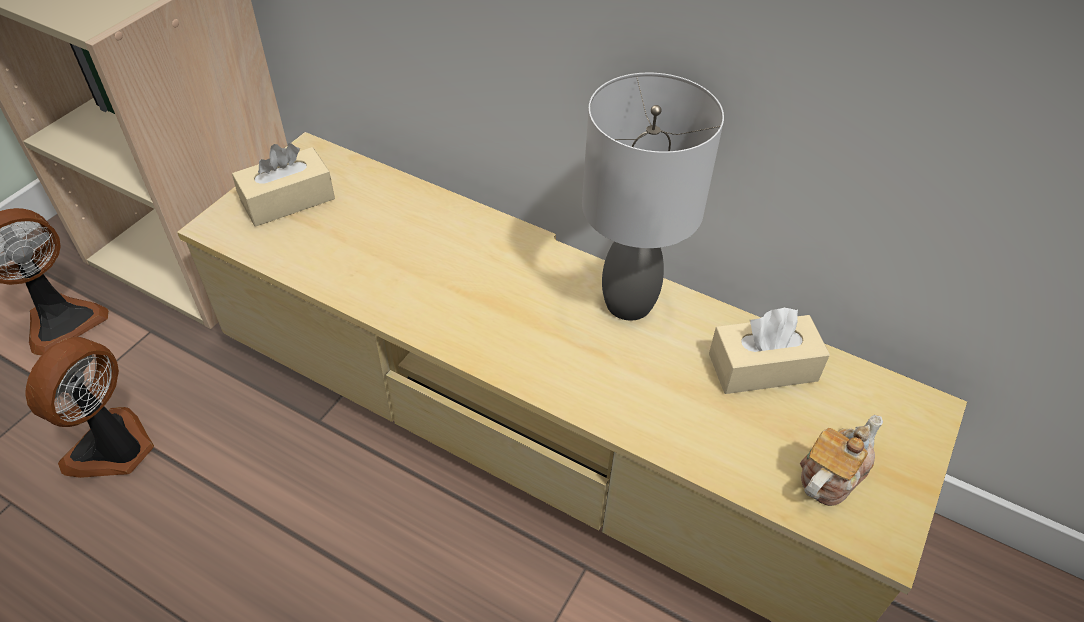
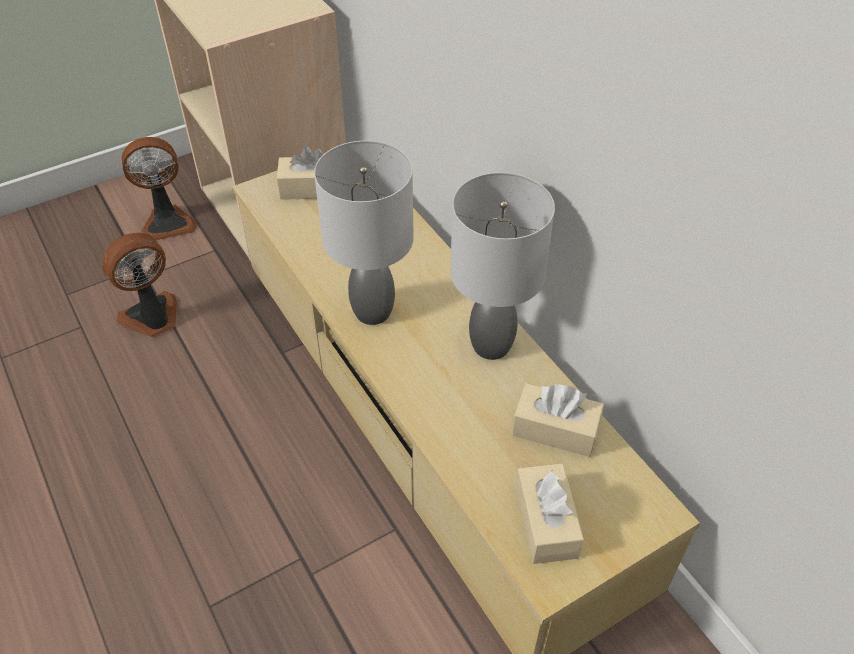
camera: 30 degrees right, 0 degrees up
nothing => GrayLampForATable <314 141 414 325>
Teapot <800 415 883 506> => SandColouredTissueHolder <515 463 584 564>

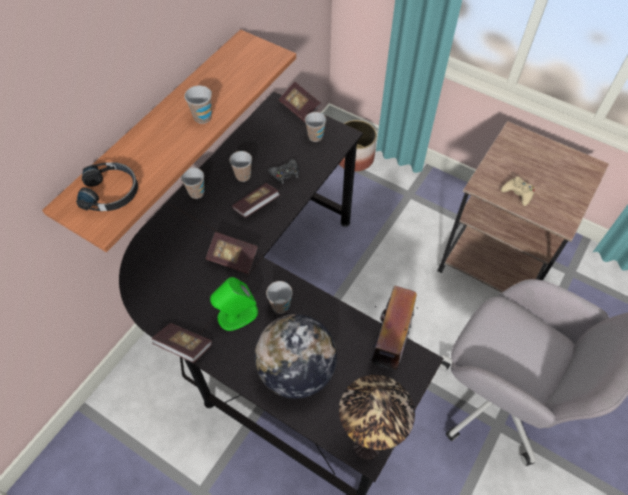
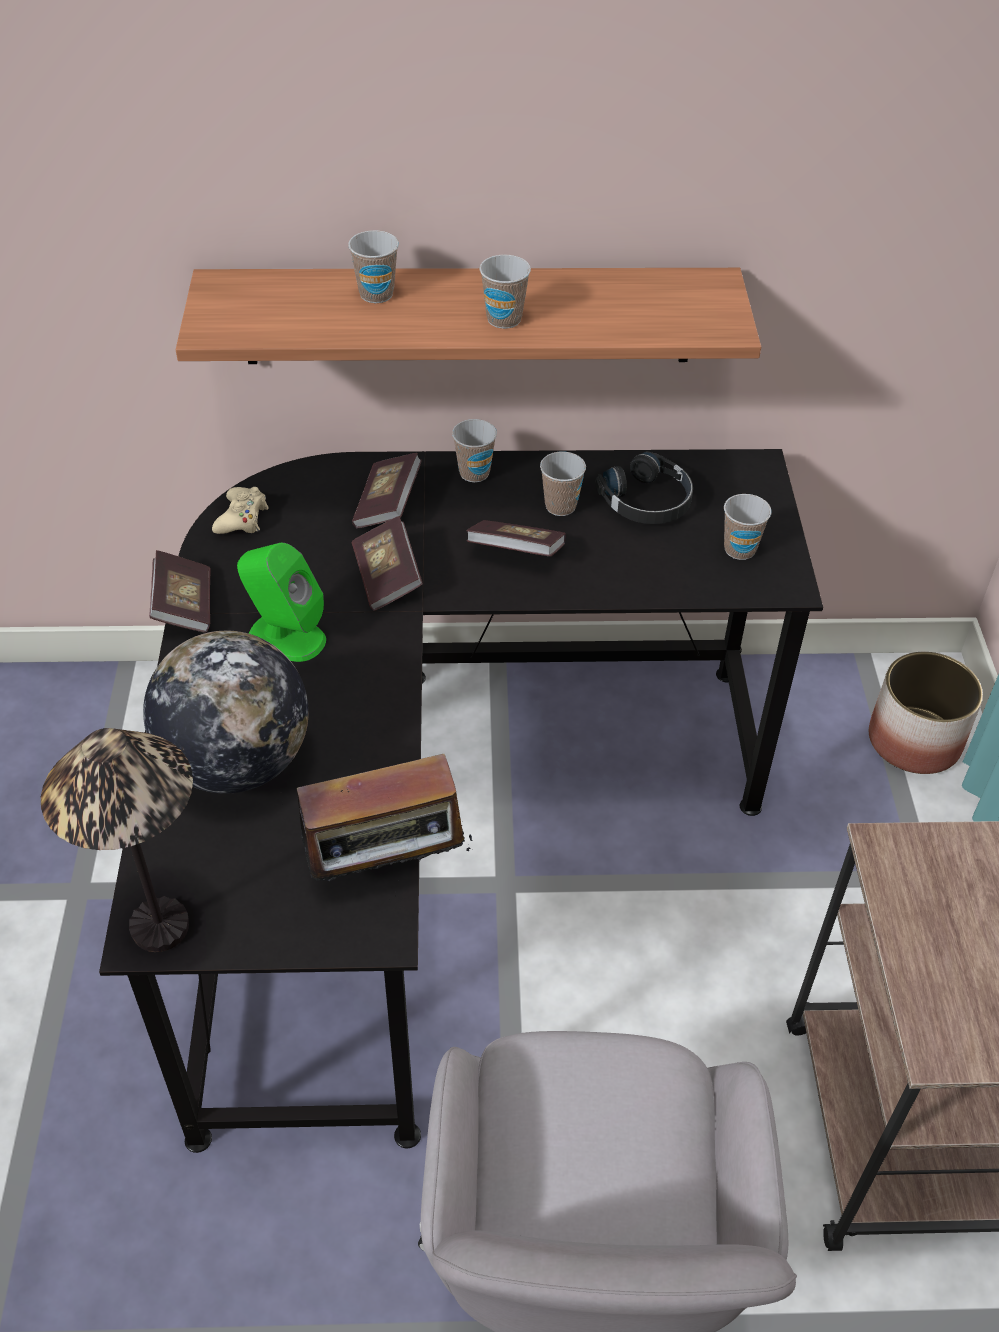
camera: 55 degrees right, 10 degrees down
BlackColouredGamepad <268 159 299 184> => nothing
BlackColouredHeadphones <76 162 138 211> => BlackColouredHeadphones <595 451 693 524>, relocated
Cup <266 281 292 314> => Cup <348 230 399 303>, relocated
BoundBook <279 82 322 122> => BoundBook <352 453 422 528>, relocated
SandColouredGamepad <501 176 535 206> => SandColouredGamepad <212 487 269 534>, relocated

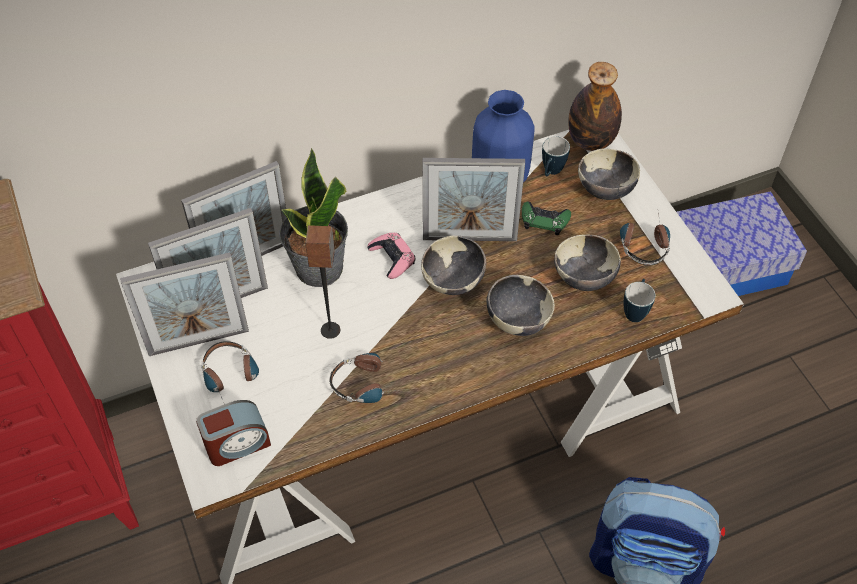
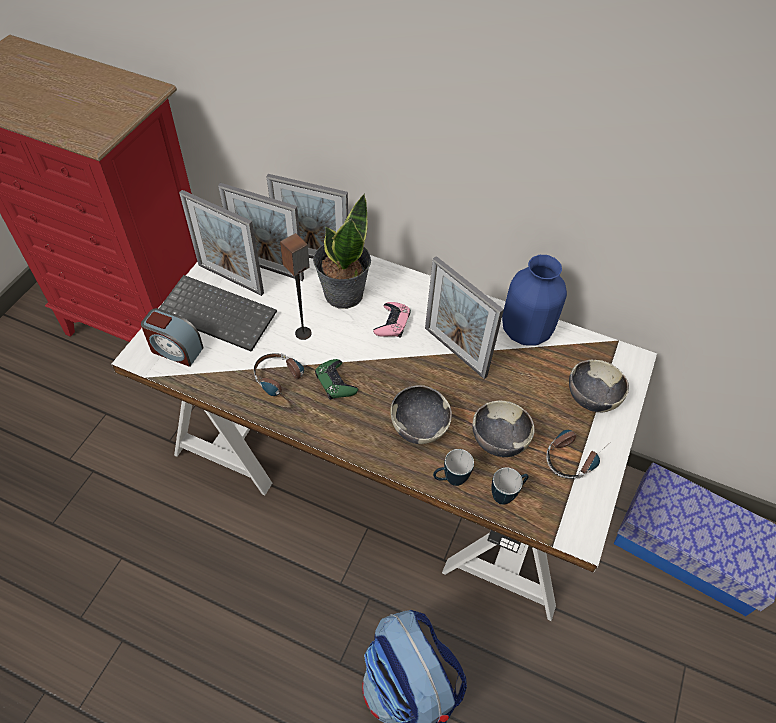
camera: 45 degrees right, 0 degrees up
ServingBowl <421 236 486 295> => nothing
Bottle <568 62 622 151> => nothing
GreenColouredGamepad <522 201 571 235> => GreenColouredGamepad <315 359 358 400>, relocated
Mug <542 136 570 176> => Mug <433 449 474 486>, relocated
Headphones <201 341 259 400> => ComputerKeyboard <159 275 277 352>

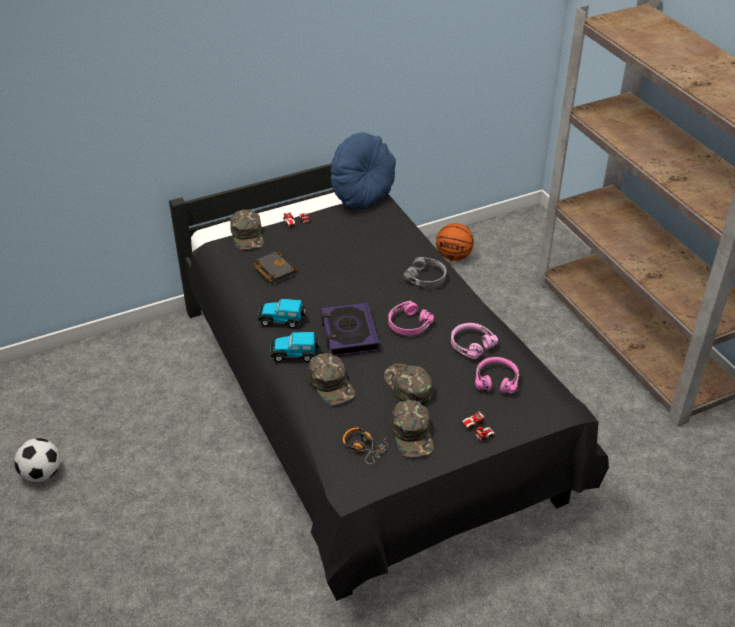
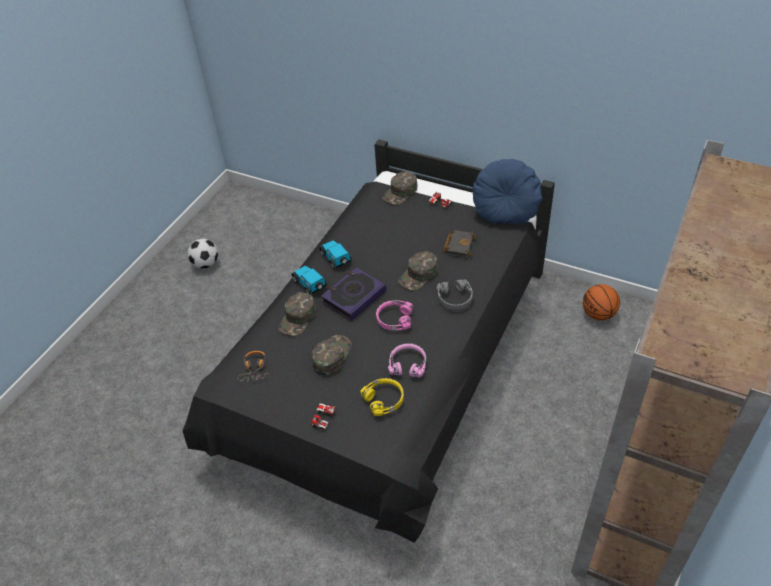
camera: 55 degrees right, 5 degrees up
BlackColouredBoundBook <253 252 298 283> => BlackColouredBoundBook <443 230 477 258>, relocated
GreenColouredPeakedCap <391 400 434 457> => GreenColouredPeakedCap <398 251 438 290>, relocated
PinkHeadphones <475 357 519 394> => YellowColouredHeadphones <360 378 404 416>

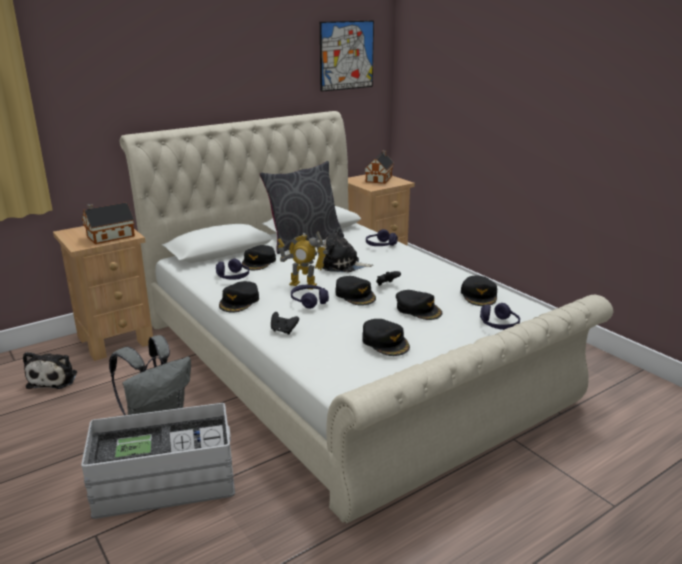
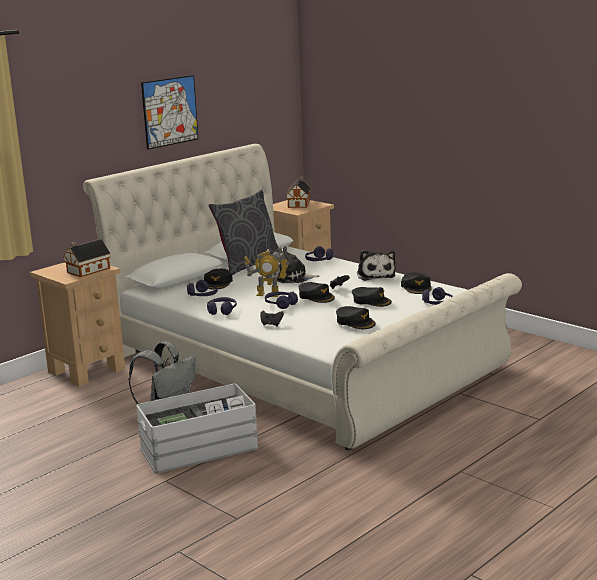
camera: 10 degrees left, 5 degrees down
CuddlyToy <23 352 77 389> => CuddlyToy <357 250 396 281>, relocated
WallArt <320 20 374 92> => WallArt <141 75 198 149>, relocated
BlackColouredPeakedCap <219 281 259 312> => PurpleColouredHeadphones <207 297 237 315>

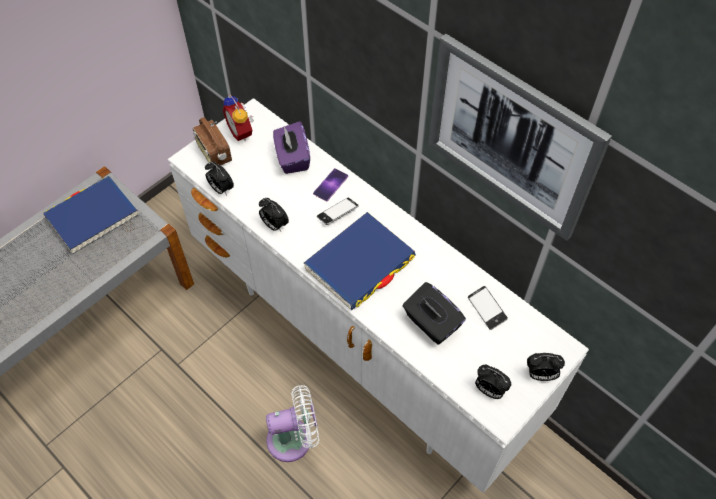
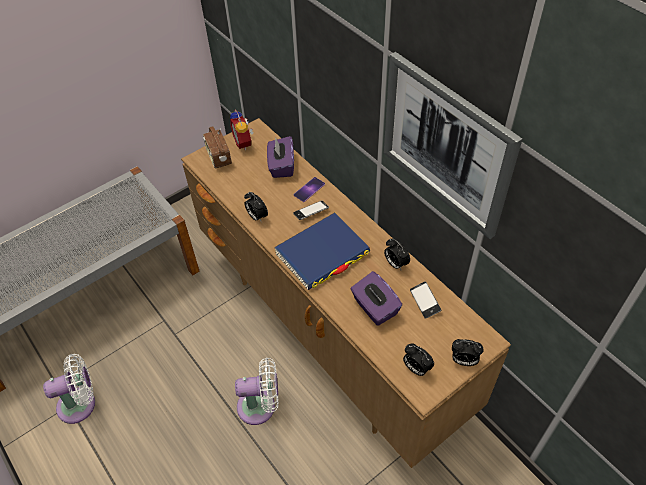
camera: 10 degrees right, 5 degrees down
BlueColouredBoundBook <43 176 139 254> => nothing
nothing => WhitishCoolingFan <43 354 95 424>
BedsideClock <205 161 234 195> => BedsideClock <384 238 410 270>, relocated
WhitishChestOfDrawers <168 98 589 493> => BrownishChestOfDrawers <181 118 511 468>
BlackColouredTissueHolder <403 282 466 345> => PurpleColouredTissueHolder <351 271 402 326>

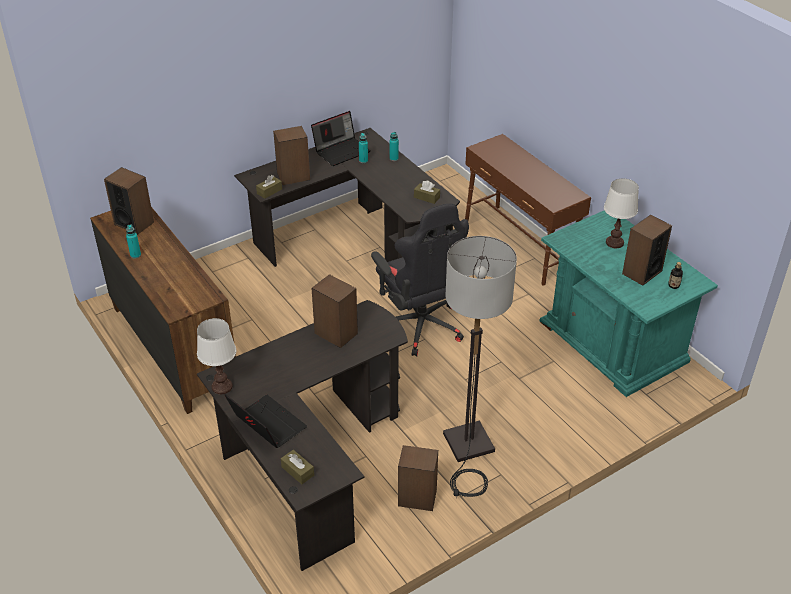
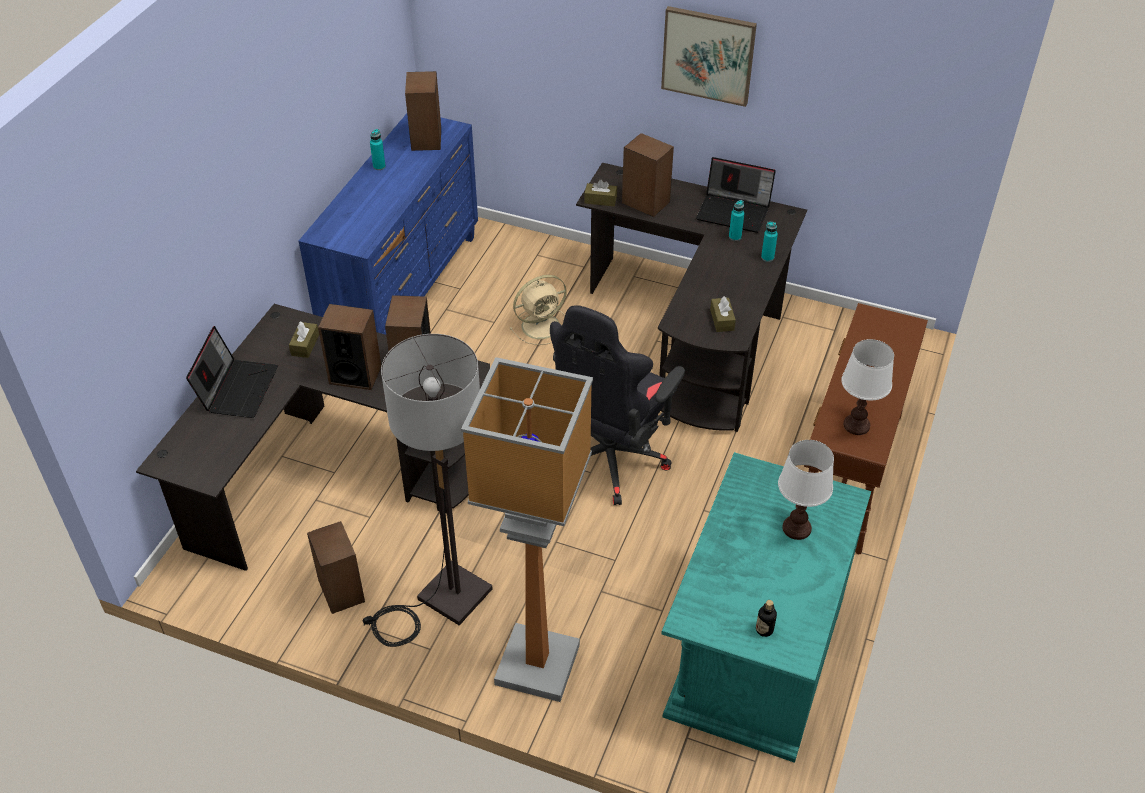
camera: 55 degrees right, 5 degrees up
nothing => StandardLamp <461 357 593 702>
nothing => SandColouredCoolingFan <509 275 567 345>
nothing => WallArt <661 6 757 107>
WhitishLampForATable <197 318 236 394> => WhitishLampForATable <841 339 894 435>, relocated
BrownishTissueHolder <281 450 314 484> => BrownishTissueHolder <289 321 319 358>, relocated
Loudspeaker <622 215 672 286> => Loudspeaker <318 304 381 390>, relocated
BrownishChestOfDrawers <90 207 236 414> => BlueColouredChestOfDrawers <298 113 478 335>

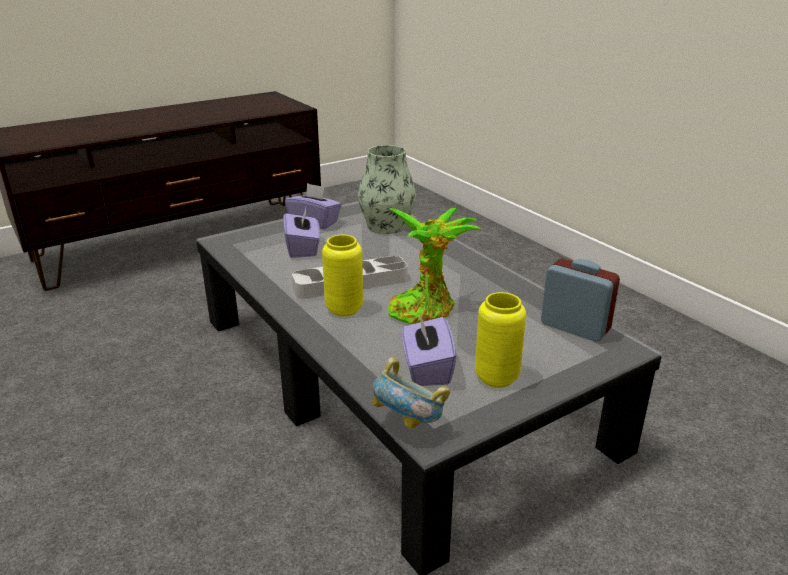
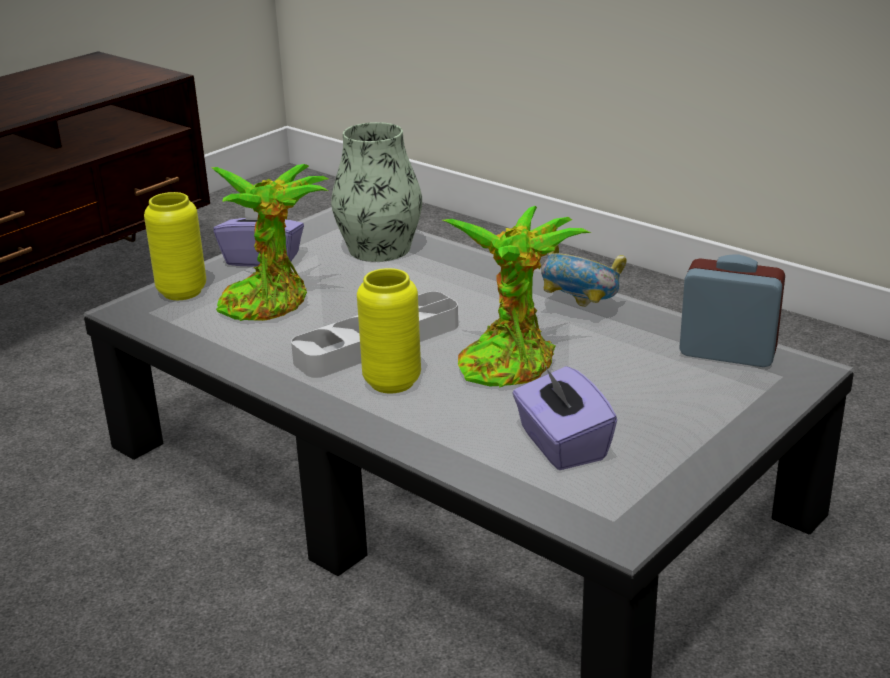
camera: 15 degrees left, 0 degrees up
ServingBowl <372 357 450 429> => ServingBowl <541 245 627 307>, relocated
YellowColouredFlowerVase <475 292 526 388> => YellowColouredFlowerVase <144 192 206 300>, relocated
PurpleColouredTissueHolder <283 208 320 258> => PottedPlant <212 164 329 321>

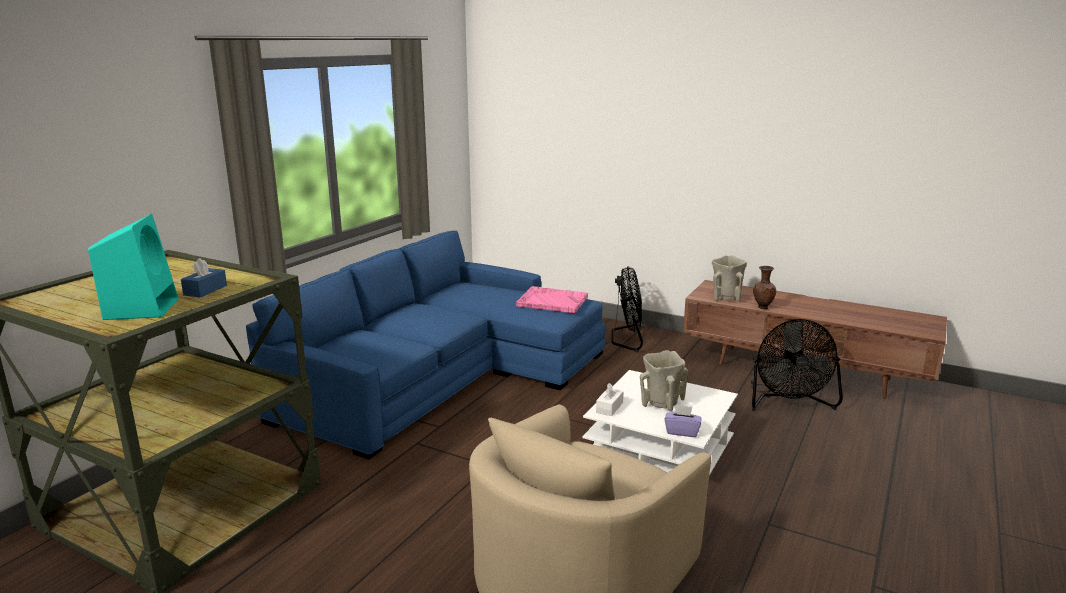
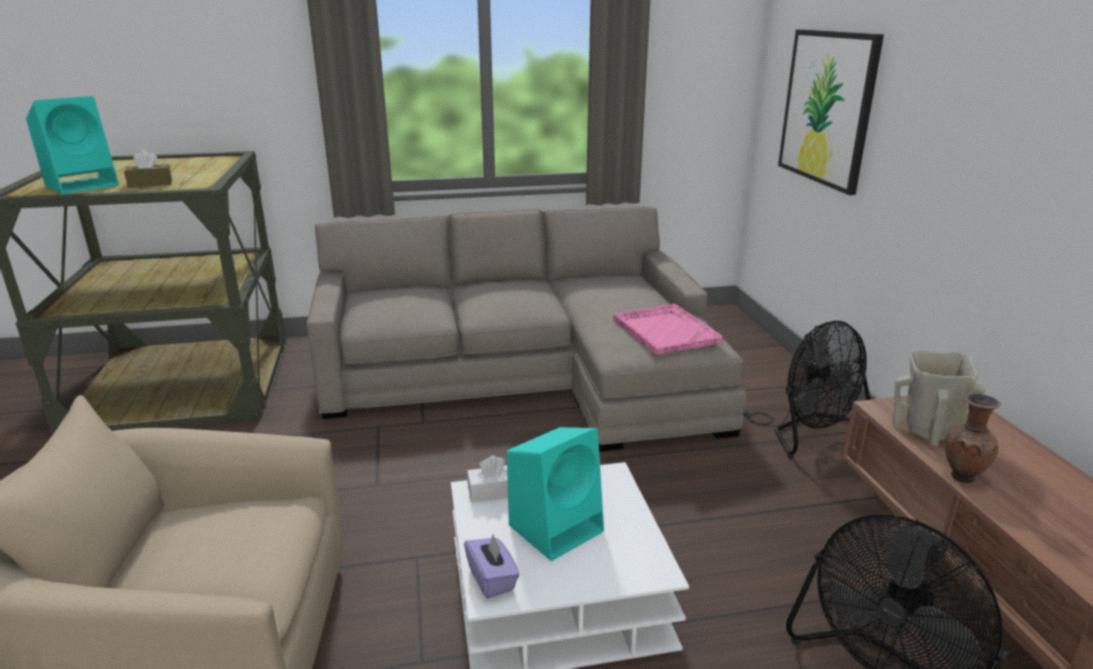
camera: 50 degrees right, 5 degrees up
nothing => WallArt <778 29 884 195>
SandColouredFlowerVase <640 350 688 411> => TurquoiseLoudspeaker <507 427 604 561>
BlueColouredTissueHolder <181 258 227 297> => BrownishTissueHolder <124 150 172 188>
BlueColouredSettee <246 231 606 460> => SandColouredSettee <307 206 746 452>

